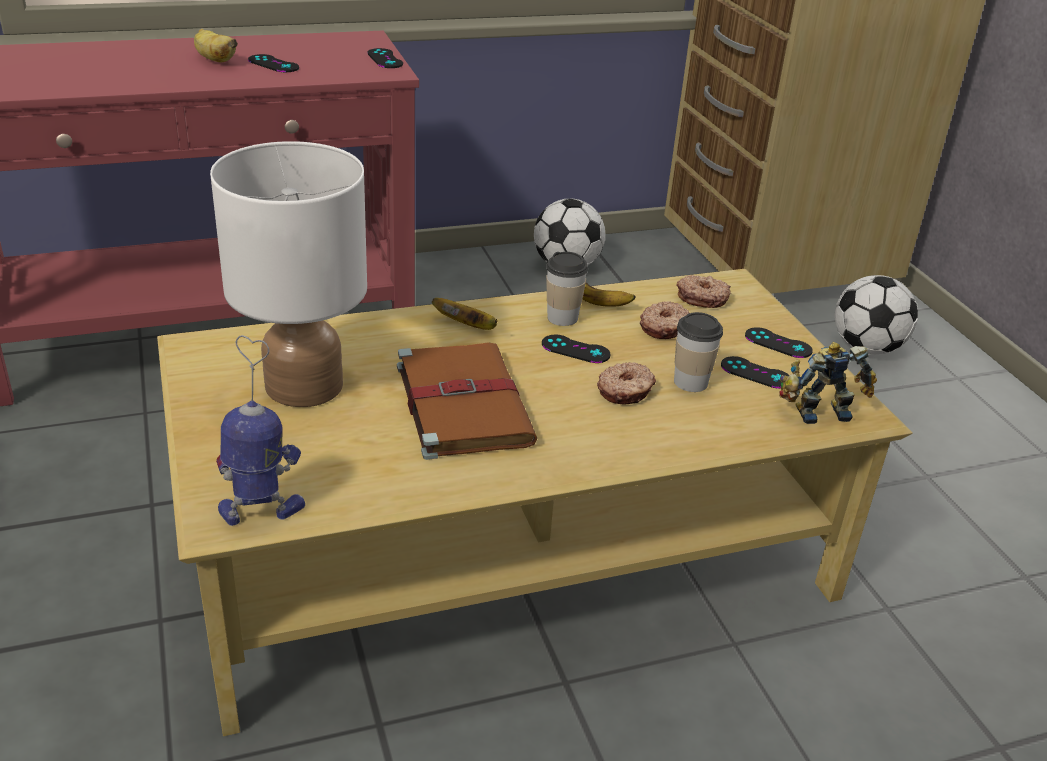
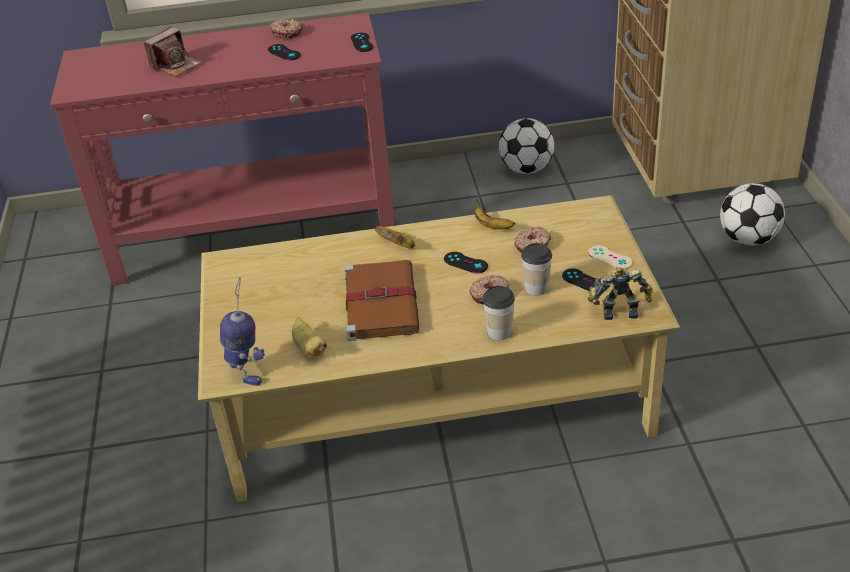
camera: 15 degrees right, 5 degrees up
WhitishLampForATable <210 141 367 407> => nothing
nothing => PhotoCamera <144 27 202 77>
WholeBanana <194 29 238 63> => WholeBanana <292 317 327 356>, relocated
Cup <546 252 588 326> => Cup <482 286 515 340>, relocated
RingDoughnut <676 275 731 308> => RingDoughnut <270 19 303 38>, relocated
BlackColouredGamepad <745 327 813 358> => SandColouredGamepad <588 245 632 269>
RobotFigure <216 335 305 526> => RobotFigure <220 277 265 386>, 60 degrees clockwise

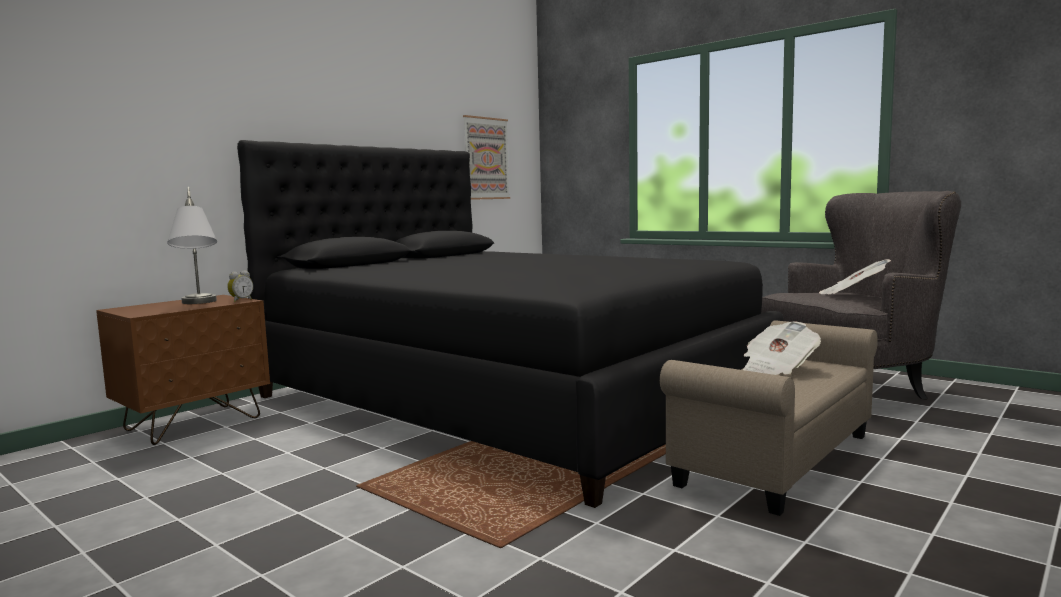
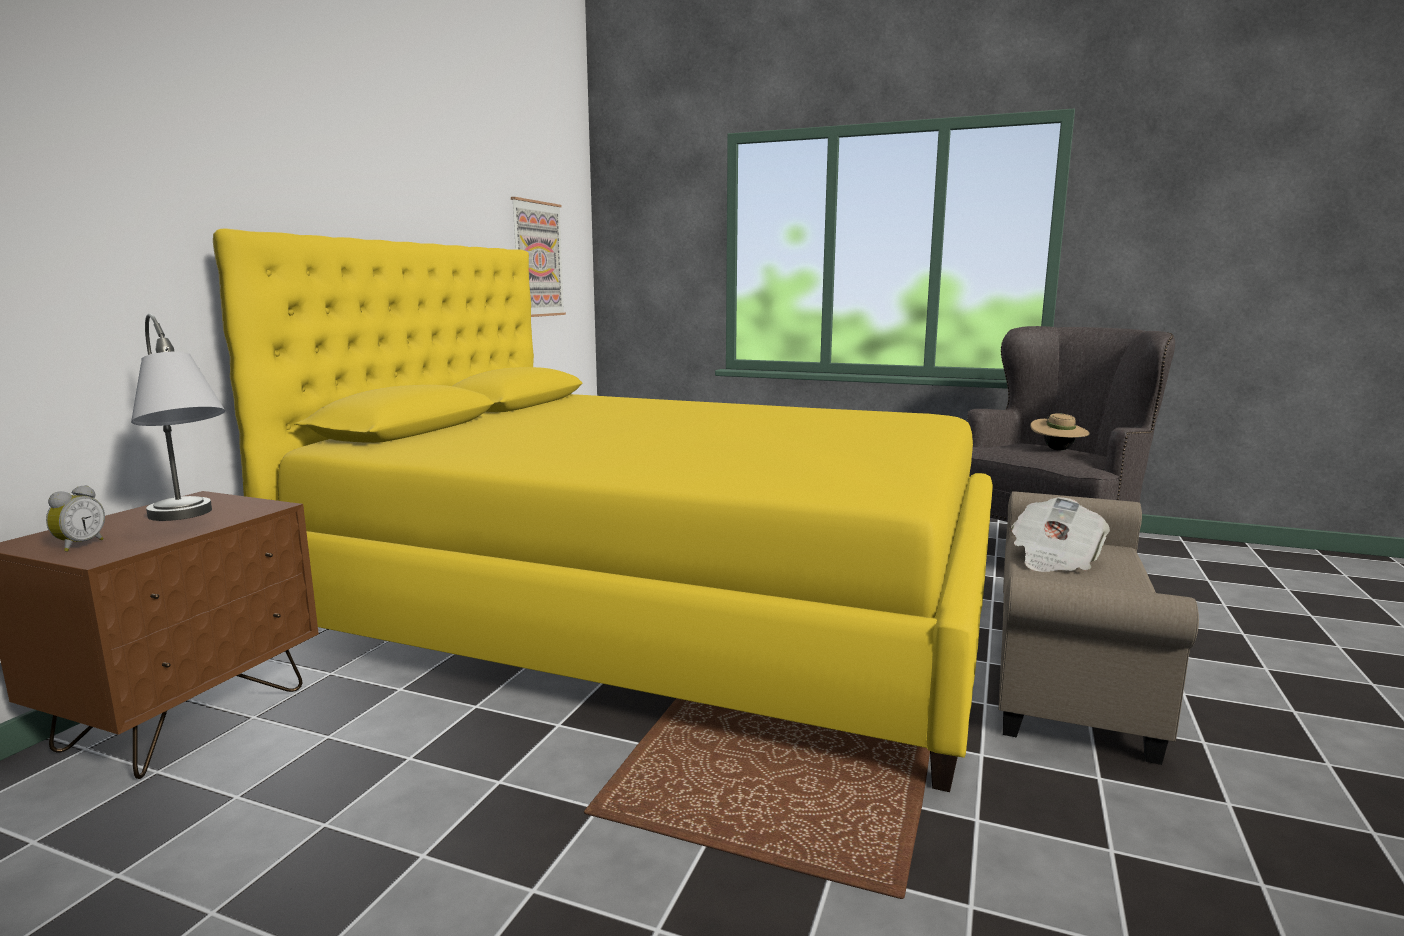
camera: 20 degrees left, 5 degrees up
BedsideClock <227 270 253 302> => BedsideClock <46 485 105 552>, relocated
PrintedPaper <819 259 891 294> => SandColouredClothingHat <1030 413 1089 450>
BlackColouredBed <237 140 784 508> => YellowColouredBed <213 229 993 792>

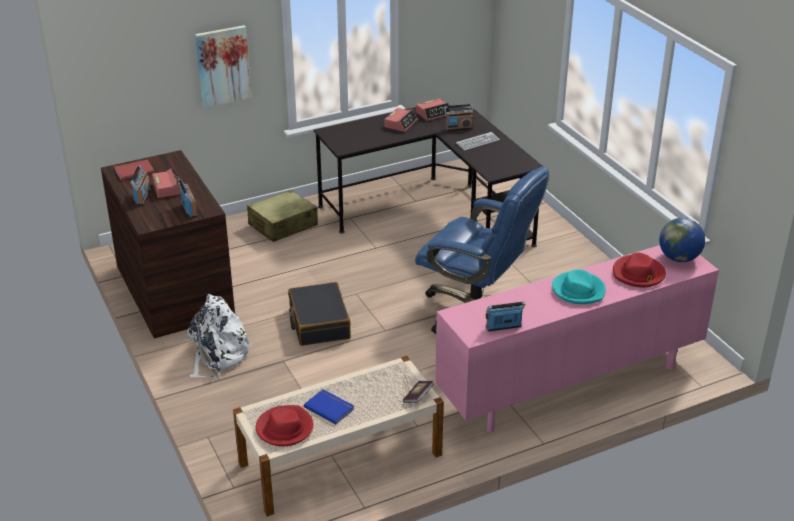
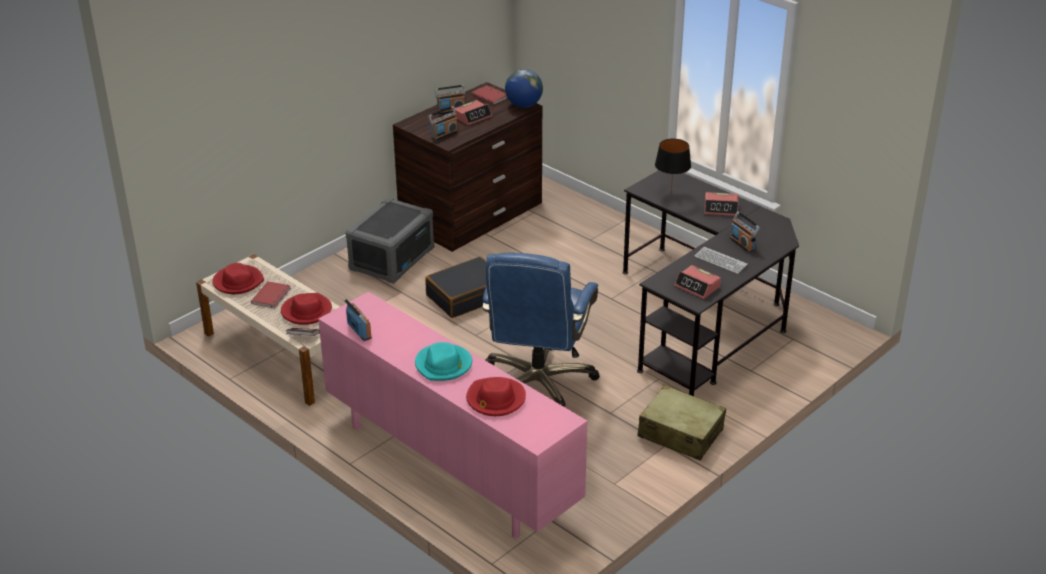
camera: 70 degrees right, 0 degrees up
WallArt <195 25 251 108> => nothing
nothing => RedColouredClothingHat <281 293 332 325>
nothing => BlackColouredLampForATable <655 139 691 193>
SandColouredSuitcase <247 190 318 242> => SandColouredSuitcase <638 385 726 461>, relocated
BedsideClock <416 98 451 121> => BedsideClock <674 265 721 299>, relocated
DeskGlobe <659 218 705 262> => DeskGlobe <505 69 543 108>, relocated
WhitishBackpack <187 294 253 378> => GrayStorageBin <345 197 435 284>
BlueColouredBoundBook <304 389 354 424> => RedColouredBoundBook <251 281 291 308>

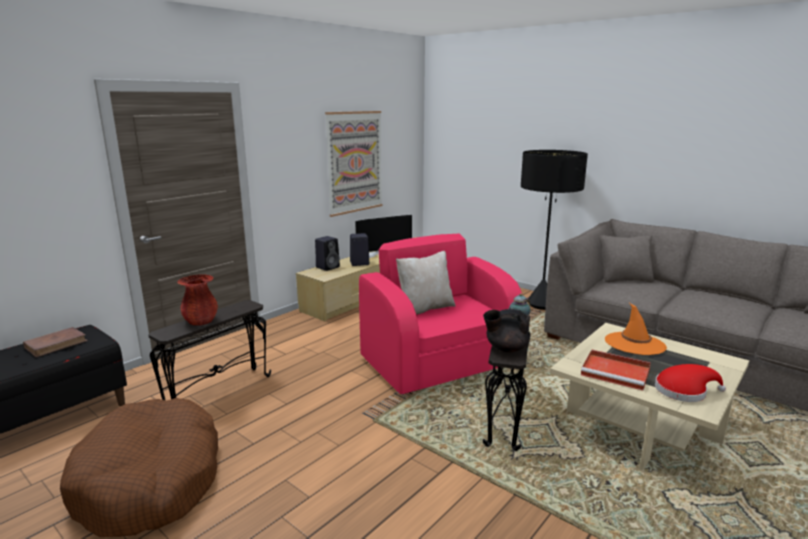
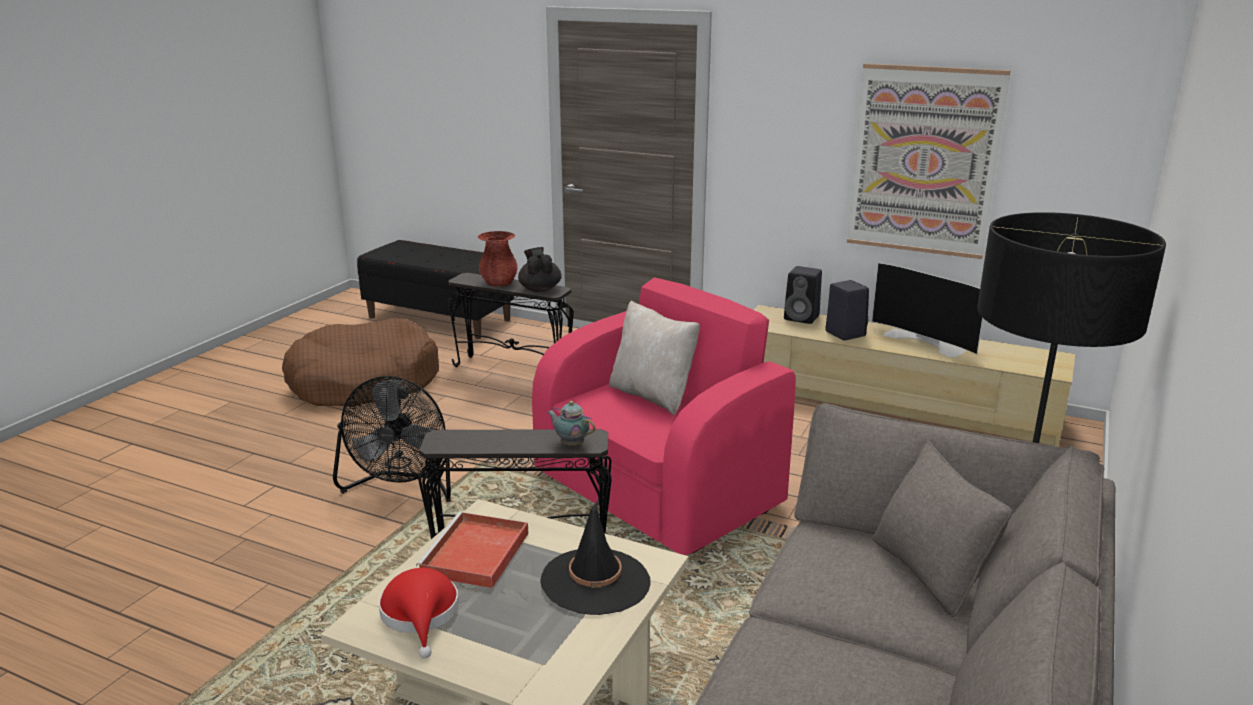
camera: 75 degrees right, 5 degrees up
BrownishBoundBook <23 327 88 357> => nothing
nothing => BlackColouredCoolingFan <333 376 451 502>
BlackColouredTeapot <483 309 530 353> => BlackColouredTeapot <518 247 562 292>, relocated
OrangeClothingHat <605 303 667 355> => BlackColouredClothingHat <540 501 651 615>

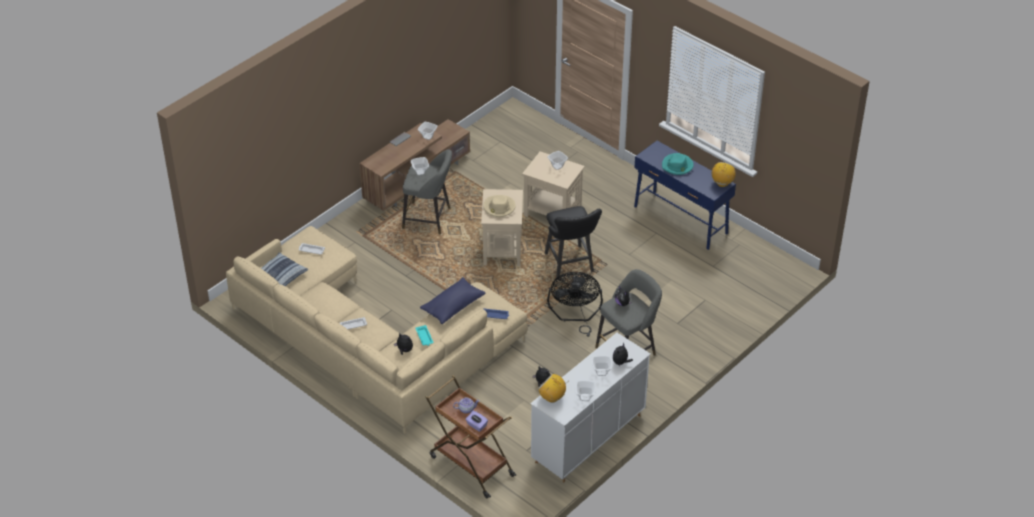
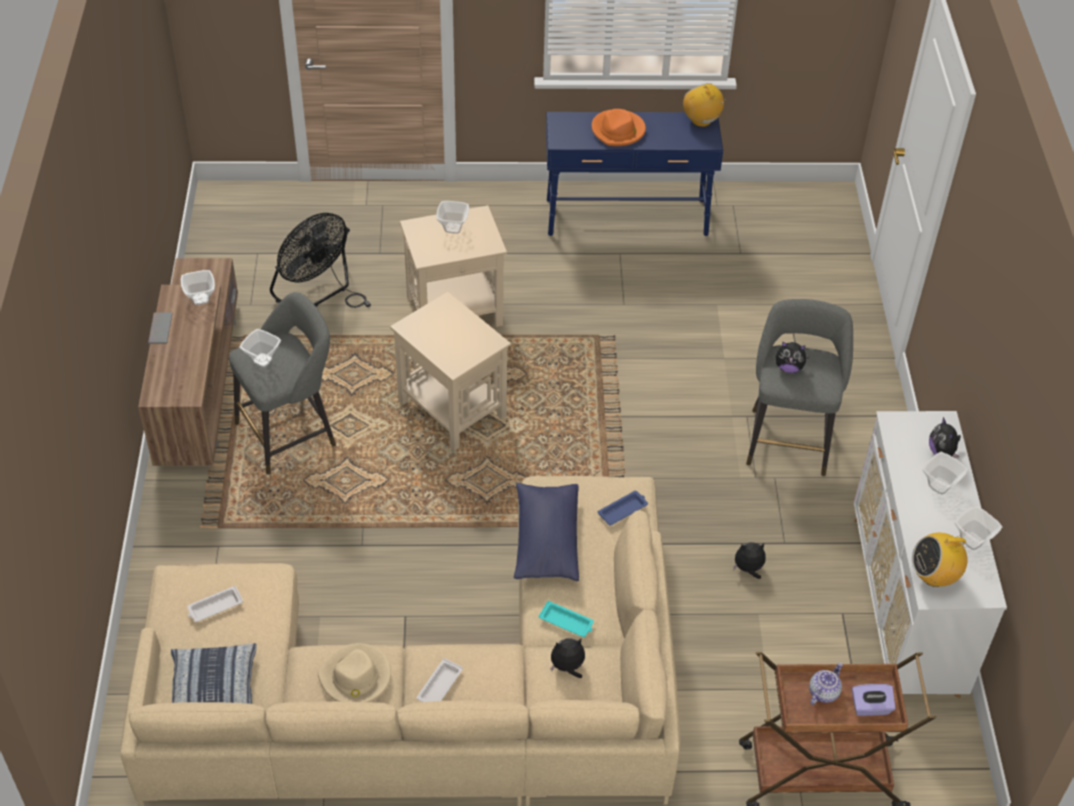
camera: 45 degrees left, 5 degrees up
BlackColouredSittingStool <545 206 602 279> => nothing
SandColouredClothingHat <483 195 515 217> => SandColouredClothingHat <318 643 391 702>, relocated
BlackColouredCoolingFan <547 272 603 337> => BlackColouredCoolingFan <270 213 371 308>, relocated
TurquoiseClothingHat <662 153 694 175> => OrangeClothingHat <592 109 646 146>

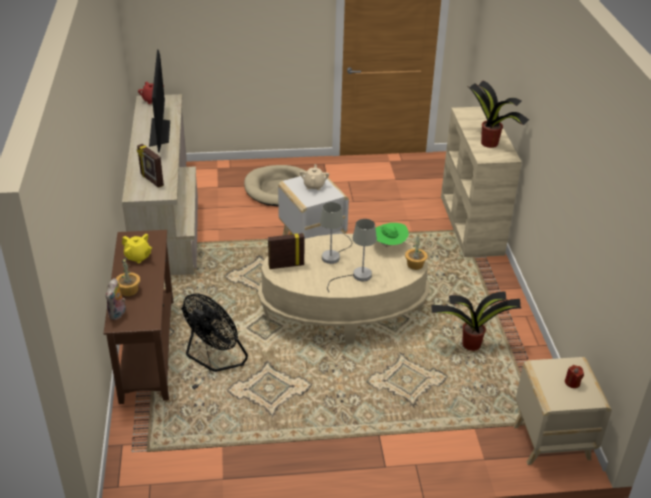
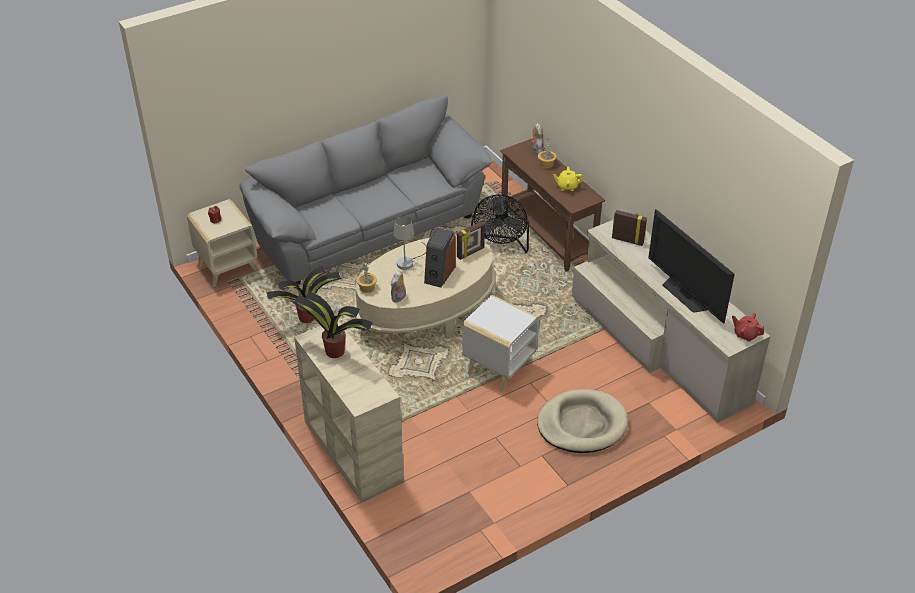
camera: 155 degrees right, 5 degrees up
SandColouredTeapot <300 164 329 190> => nothing
nothing => GraySettee <240 96 491 285>
GrayLampForATable <320 202 352 264> => Loudspeaker <424 228 456 288>
GreenColouredClothingHat <376 223 409 247> => CuddlyToy <391 270 406 303>

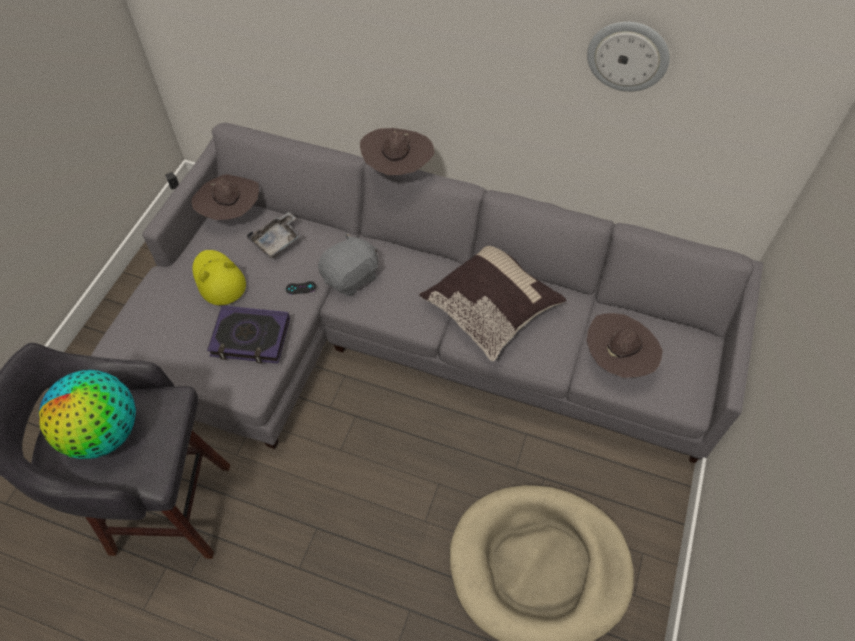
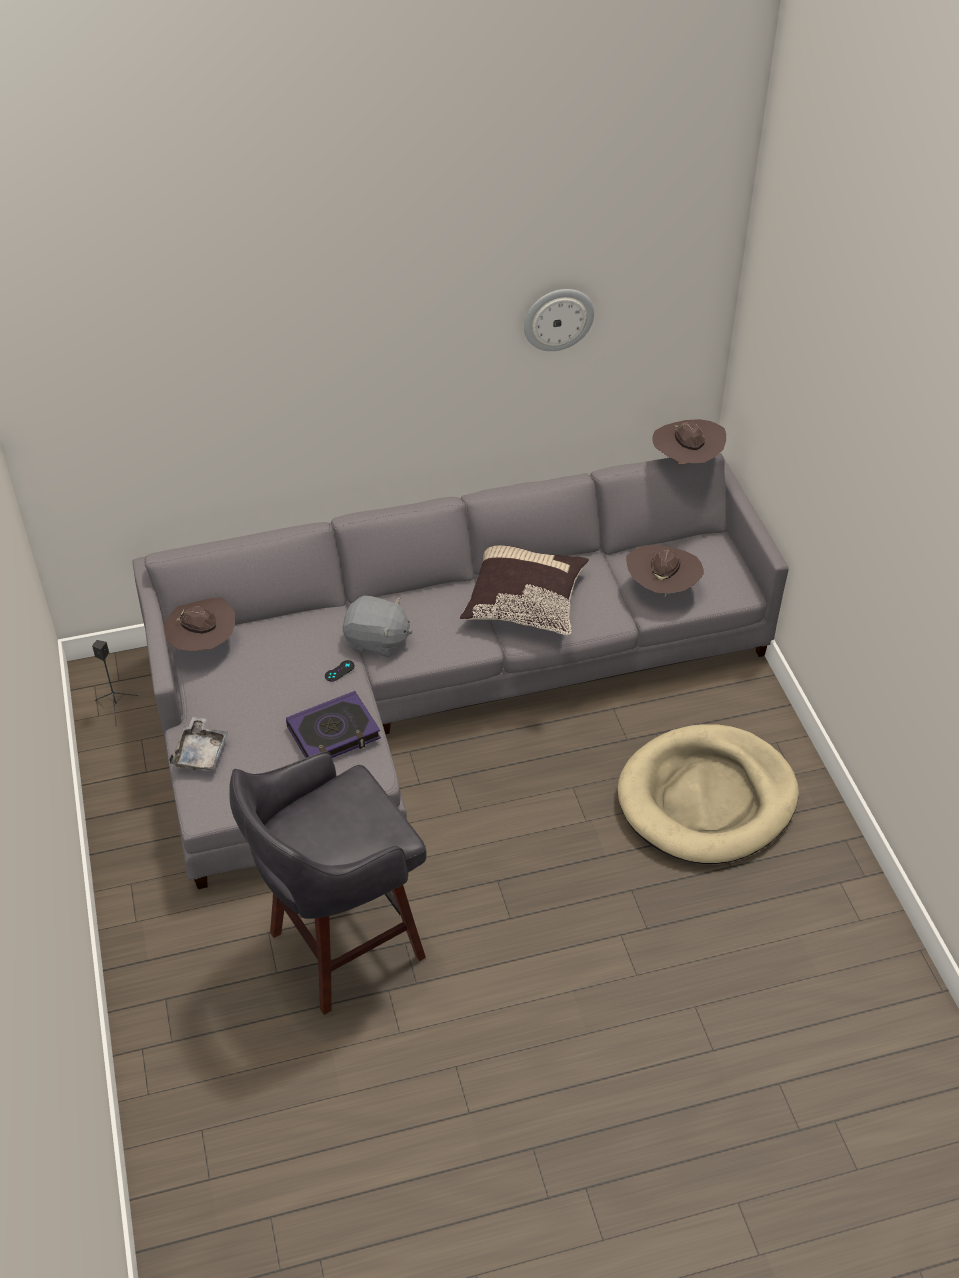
camera: 35 degrees left, 10 degrees down
DeskGlobe <39 370 136 459> => nothing
YellowColouredClothingHat <192 250 246 305> => nothing
GrayServingTray <247 212 302 258> => GrayServingTray <169 717 228 770>, relocated
BrownishClothingHat <360 128 435 175> => BrownishClothingHat <652 419 726 464>, relocated
GrayCuddlyToy <318 232 378 296> => GrayCuddlyToy <343 596 413 657>, 90 degrees clockwise

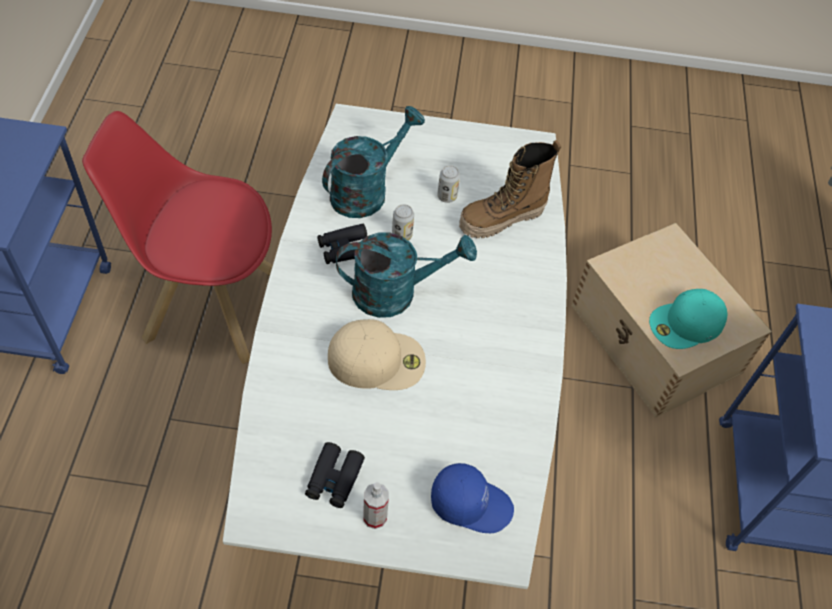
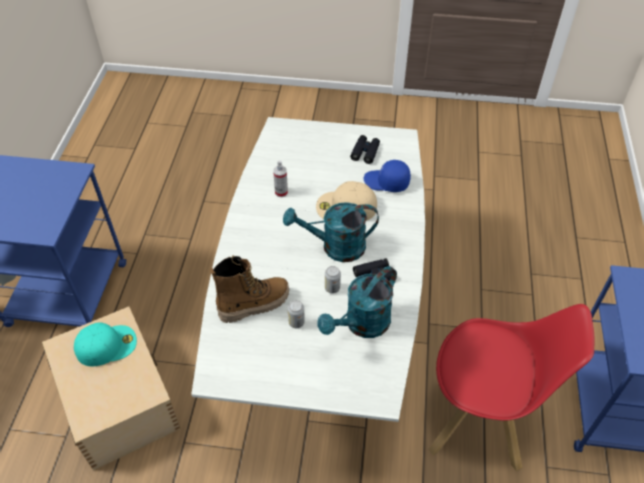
camera: 175 degrees left, 5 degrees down
Sprayer <363 482 389 529> => Sprayer <273 160 288 197>, relocated
BlueColouredPeakedCap <431 463 514 533> => BlueColouredPeakedCap <364 160 411 192>, relocated

